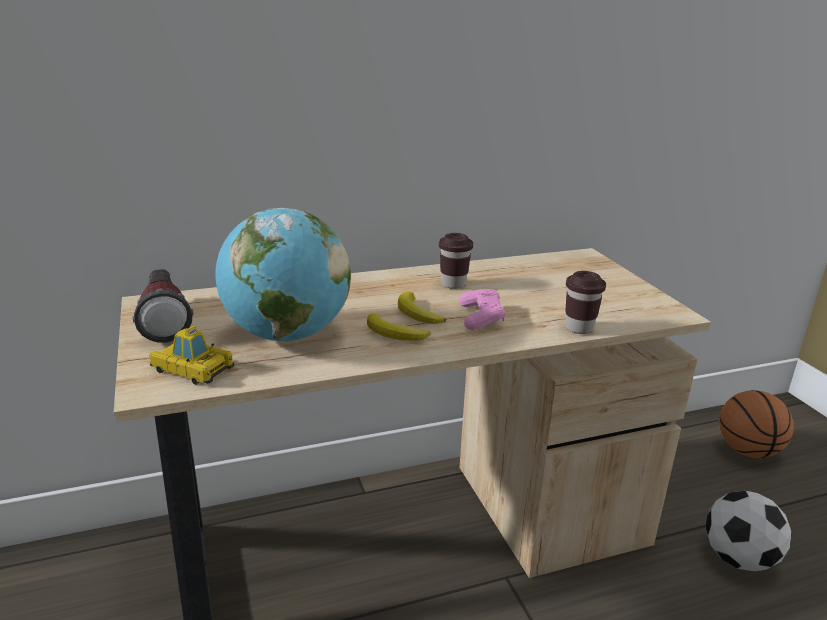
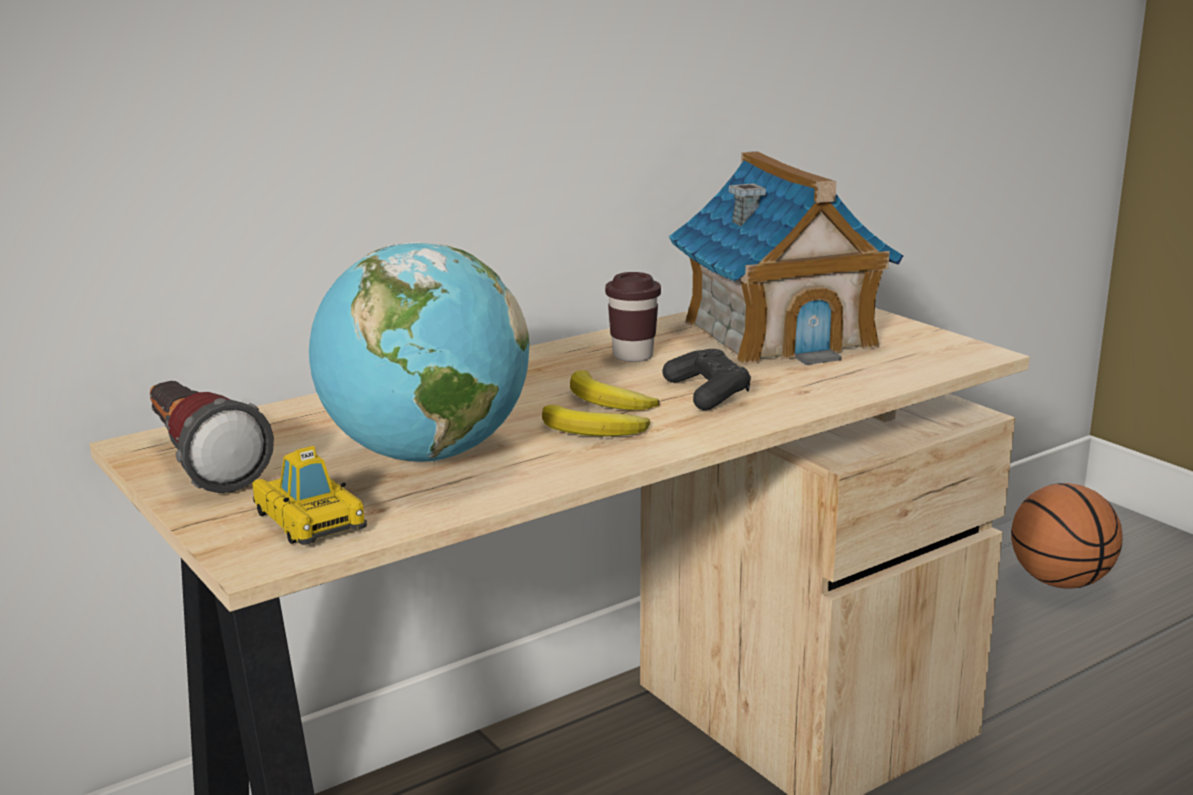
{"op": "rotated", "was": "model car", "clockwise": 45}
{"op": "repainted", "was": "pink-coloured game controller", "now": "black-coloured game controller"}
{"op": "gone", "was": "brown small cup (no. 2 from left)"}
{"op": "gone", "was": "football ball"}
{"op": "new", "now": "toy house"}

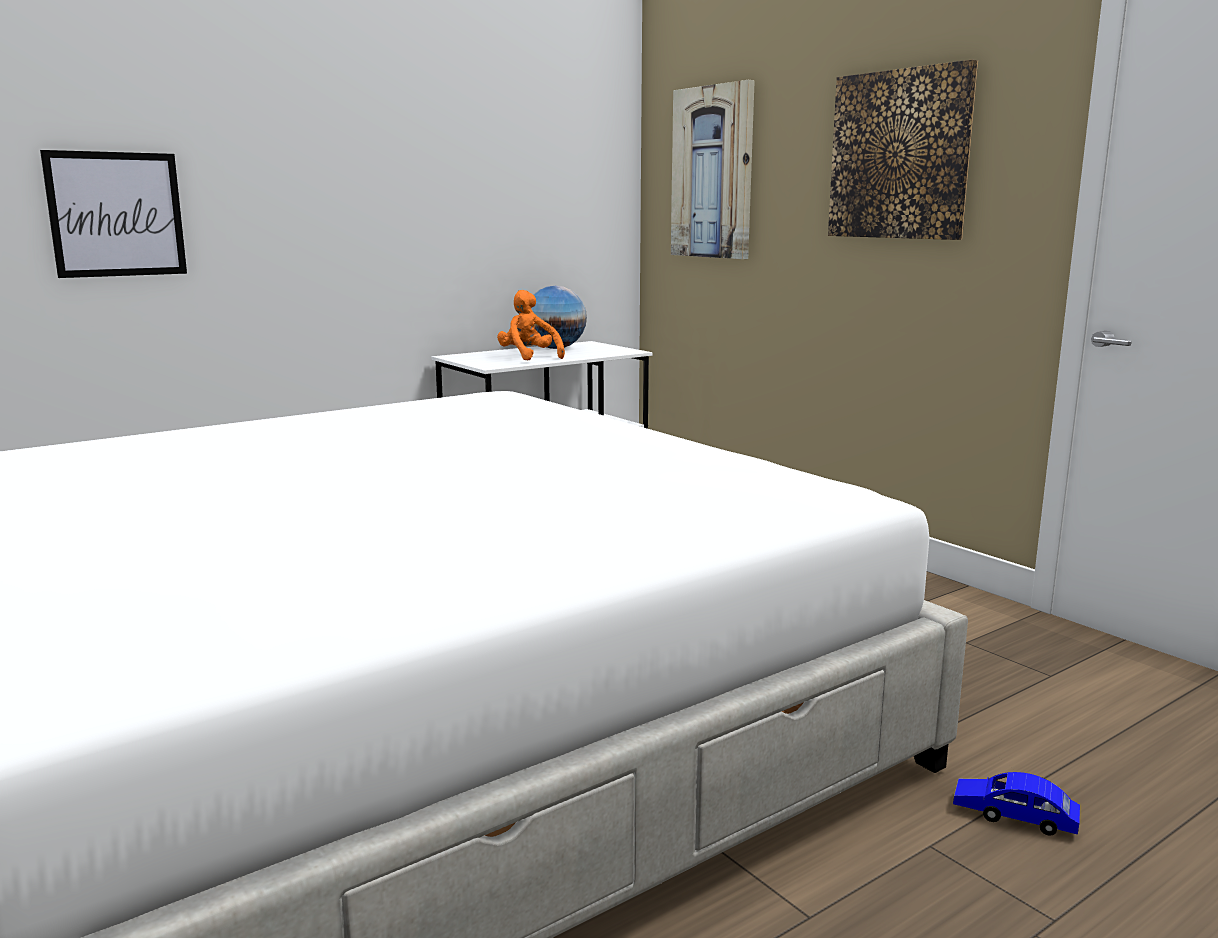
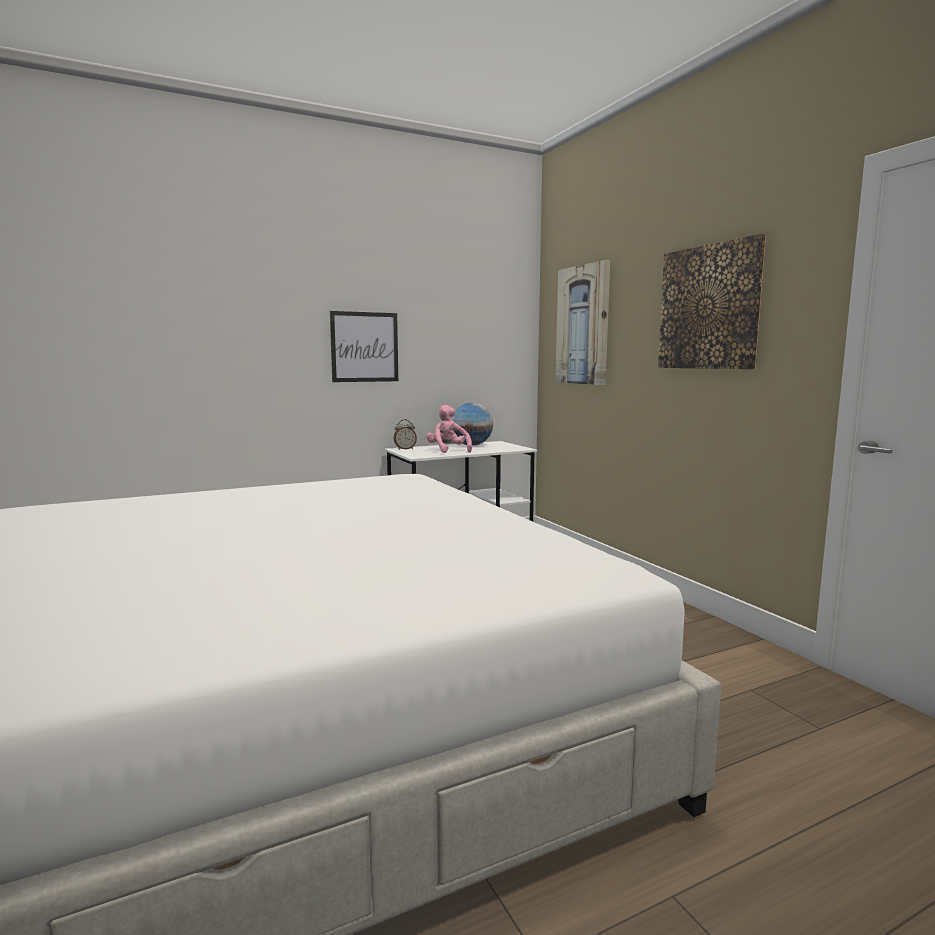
{"op": "shifted", "was": "wall picture (no. 1 from left)"}
{"op": "repainted", "was": "orange cuddly toy", "now": "pink-coloured cuddly toy"}
{"op": "gone", "was": "blue-coloured model car"}
{"op": "new", "now": "bedside clock"}

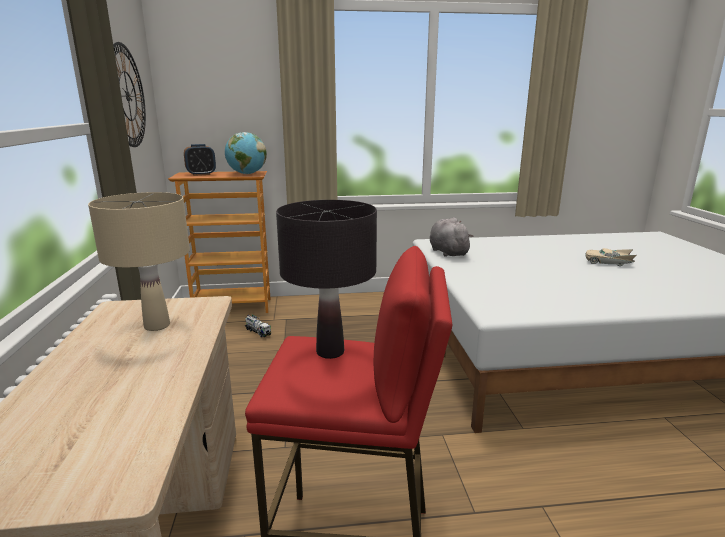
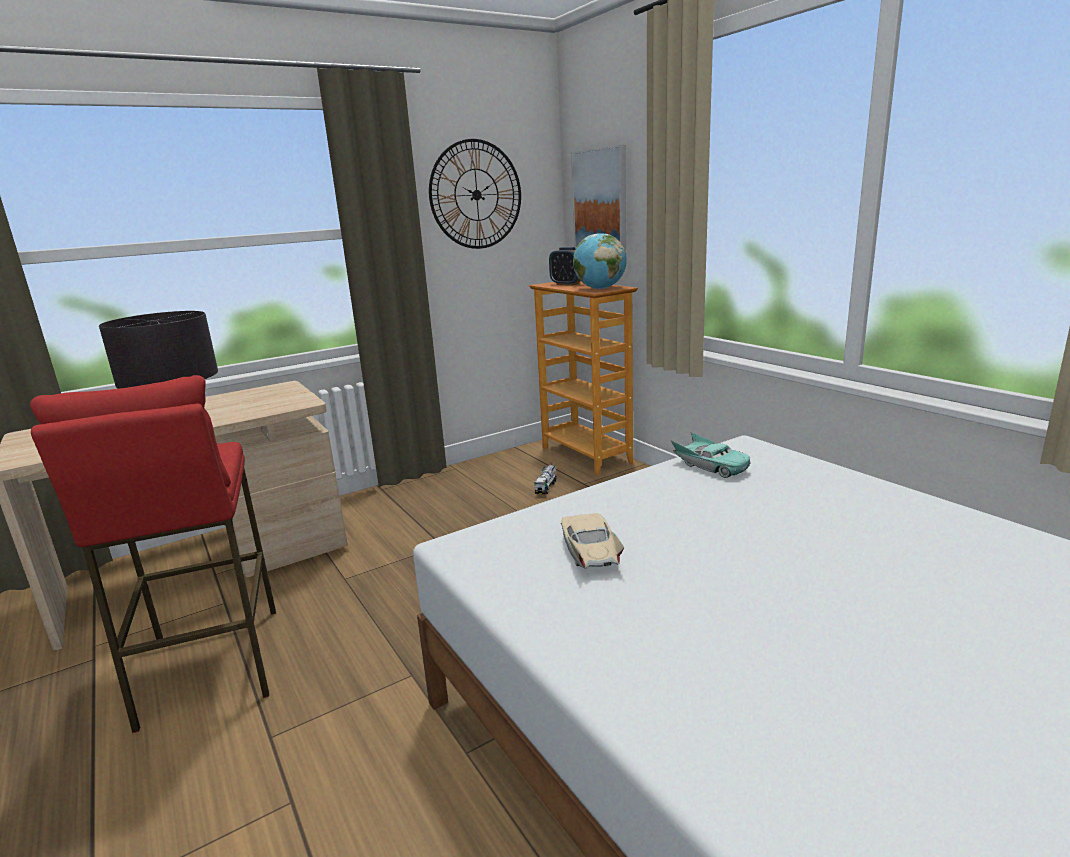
{"op": "gone", "was": "beige-coloured lamp for a table"}
{"op": "swapped", "was": "gray cuddly toy", "now": "turquoise-coloured model car"}
{"op": "shifted", "was": "beige-coloured model car"}
{"op": "new", "now": "wall picture"}

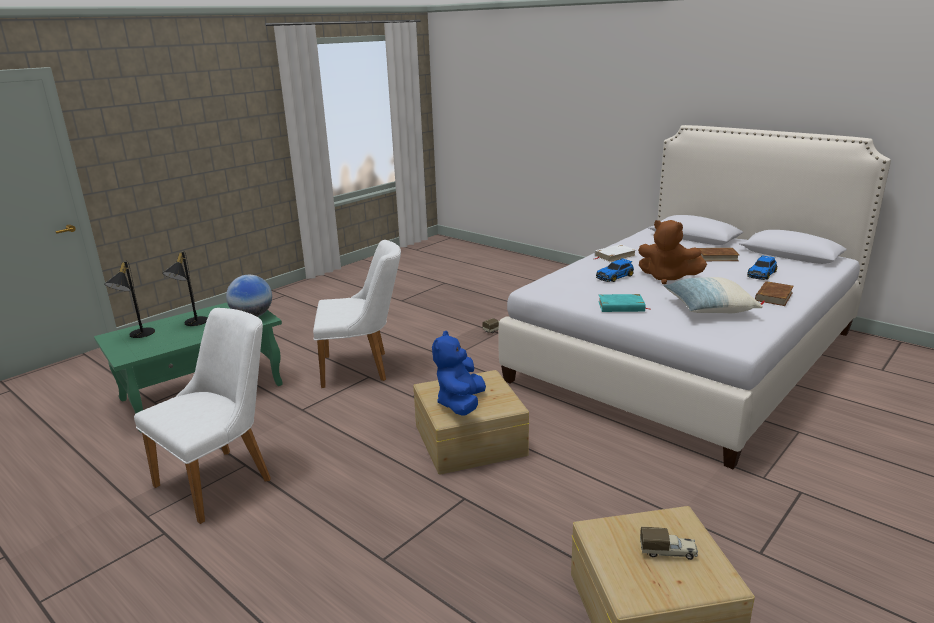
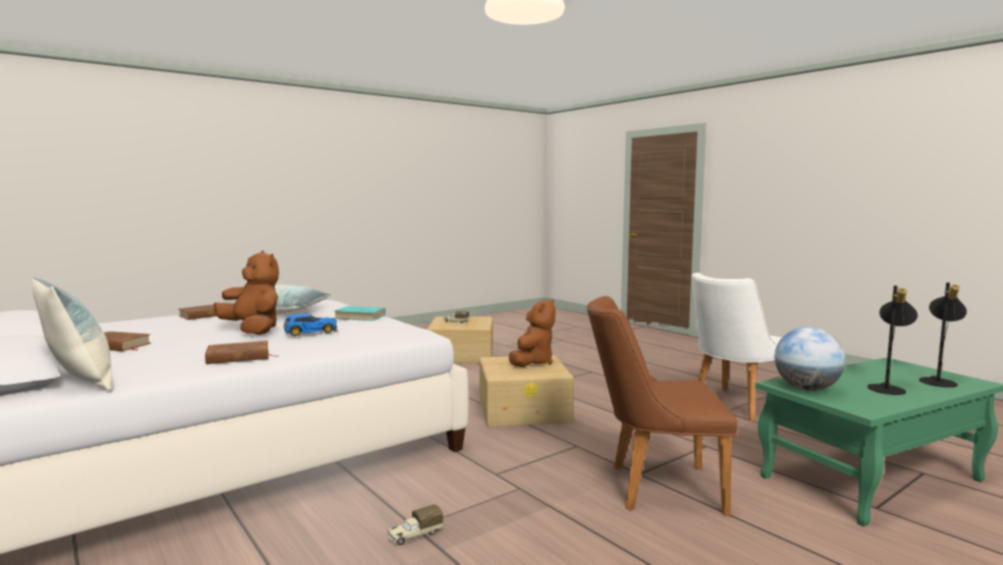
{"op": "repainted", "was": "white chair (no. 2 from left)", "now": "brown chair"}
{"op": "repainted", "was": "blue-coloured cuddly toy", "now": "brown cuddly toy (no. 2 from left)"}
{"op": "repainted", "was": "white volume", "now": "brown volume (no. 3 from left)"}
{"op": "gone", "was": "model car (no. 2 from left)"}
{"op": "new", "now": "throw pillow (no. 1 from left)"}

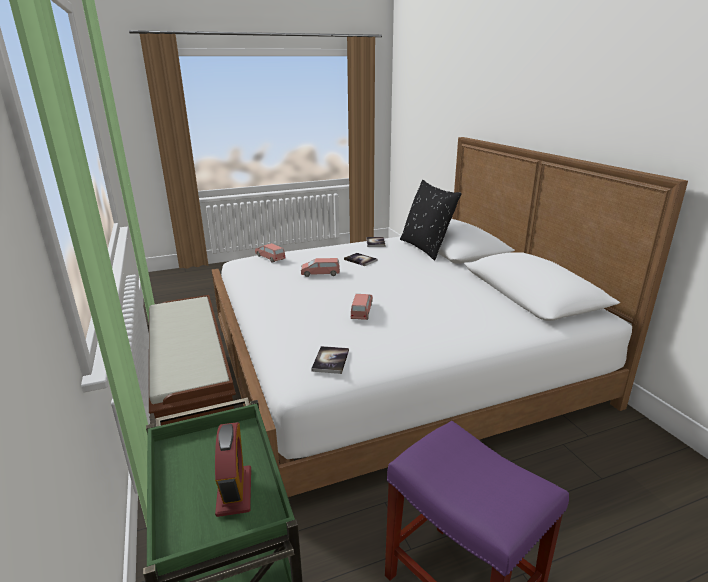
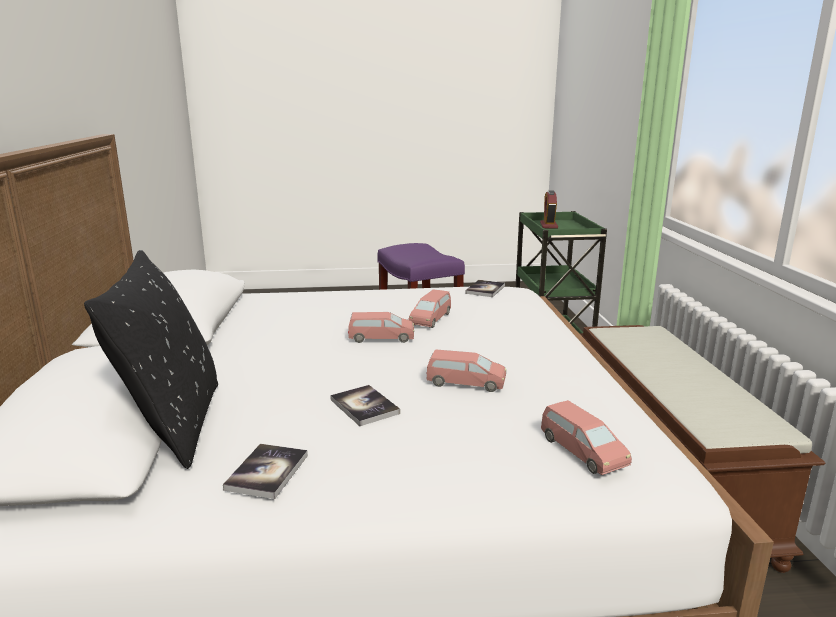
{"op": "new", "now": "pink-coloured model car (no. 1 from left)"}

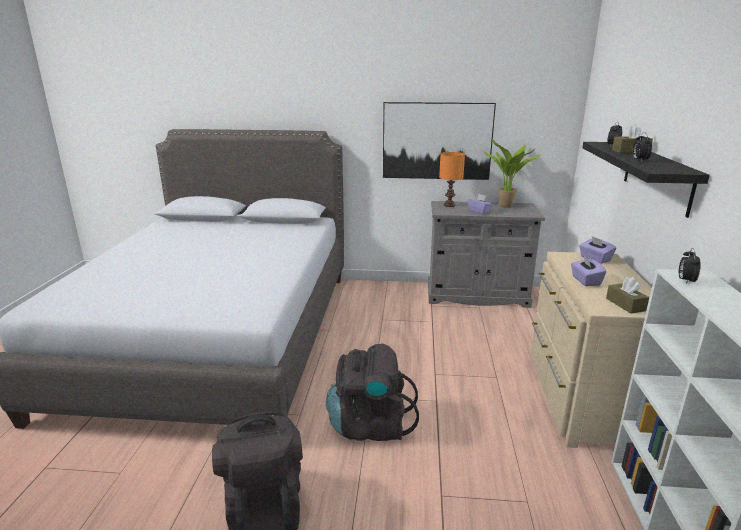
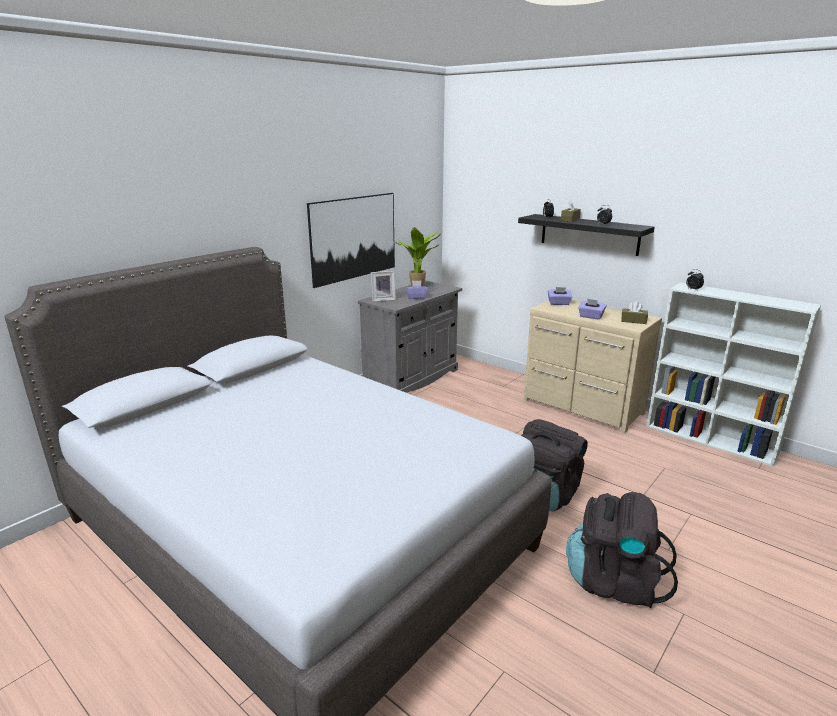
{"op": "swapped", "was": "orange lamp for a table", "now": "picture frame"}

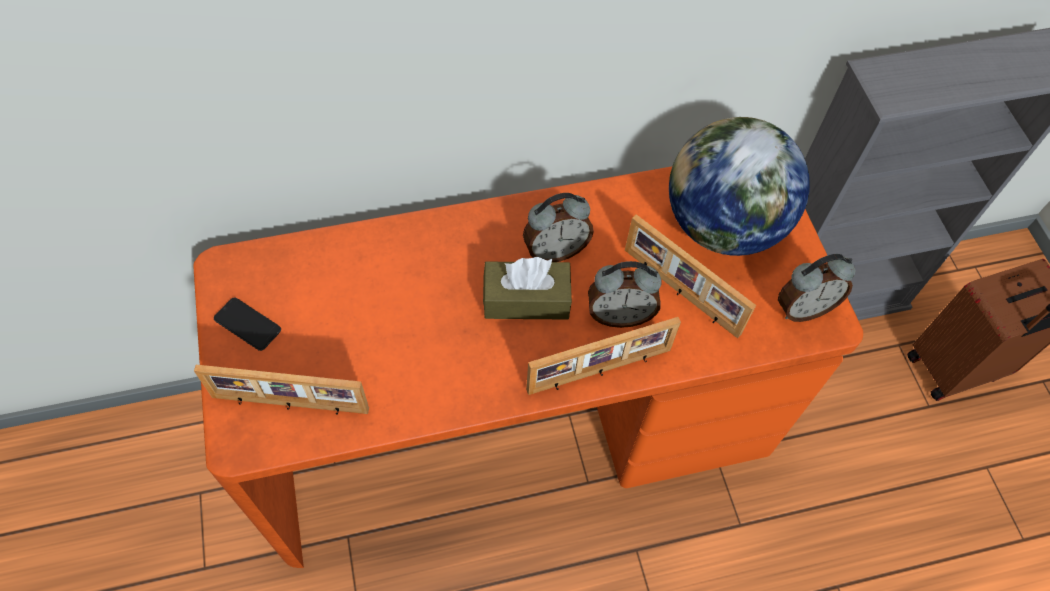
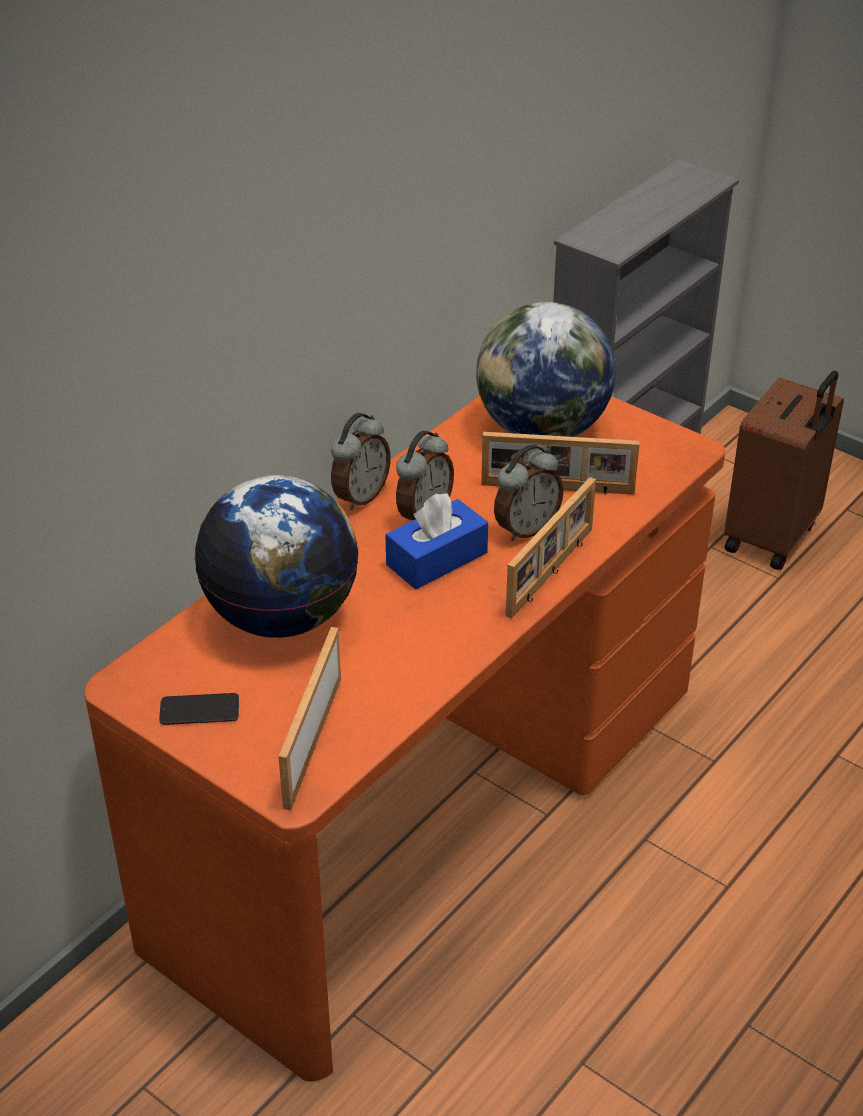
{"op": "rotated", "was": "picture frame (no. 1 from left)", "clockwise": 135}
{"op": "repainted", "was": "brown box of tissues", "now": "blue-coloured box of tissues"}
{"op": "shifted", "was": "bedside clock (no. 3 from left in the first image)", "now": "bedside clock (no. 1 from left)"}
{"op": "new", "now": "world globe (no. 1 from left)"}

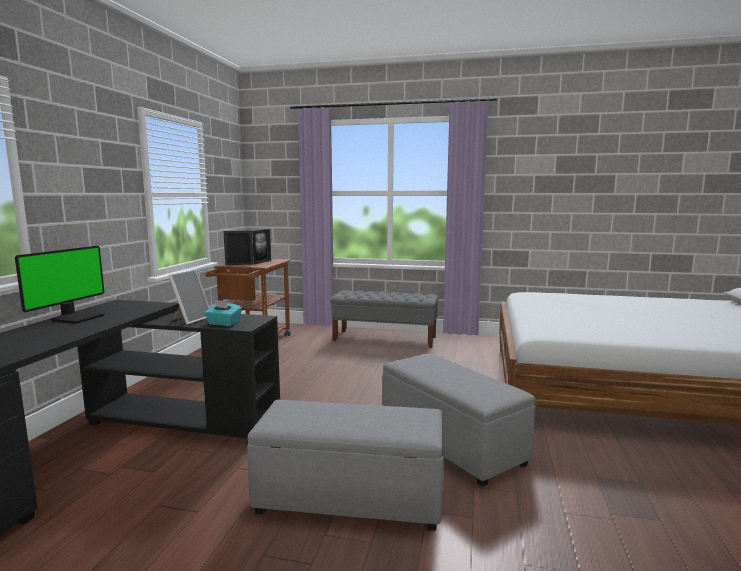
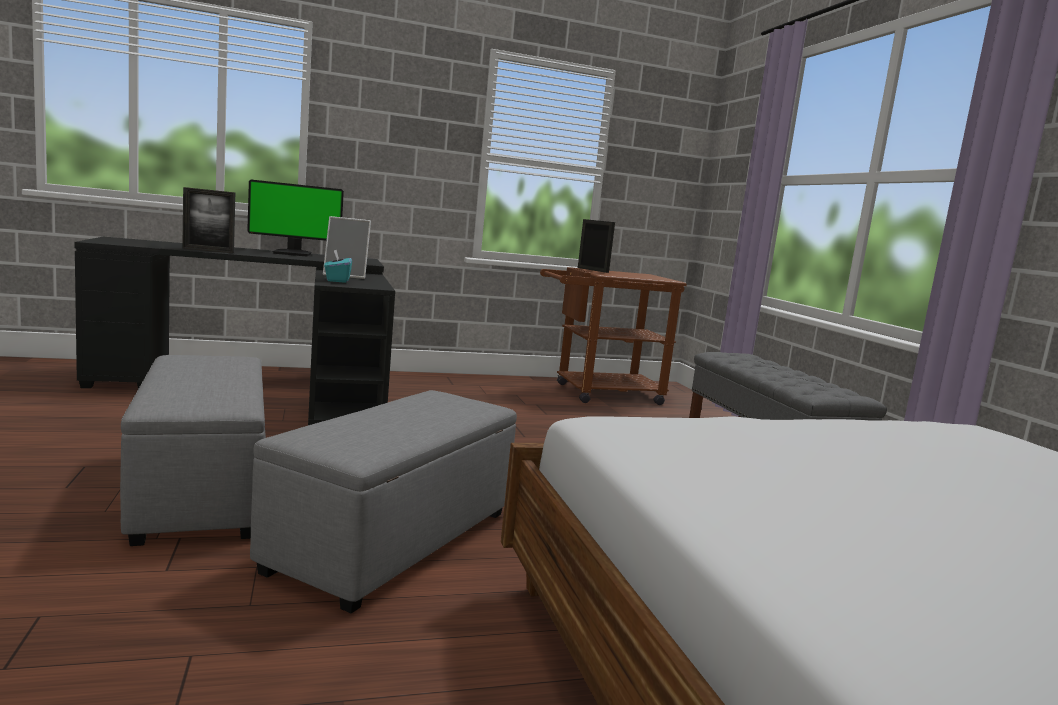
{"op": "shifted", "was": "picture frame (no. 3 from left in the first image)", "now": "picture frame (no. 1 from left)"}

